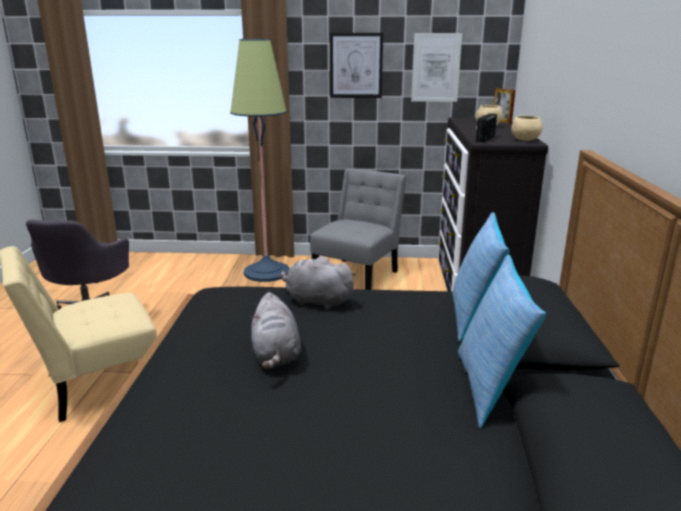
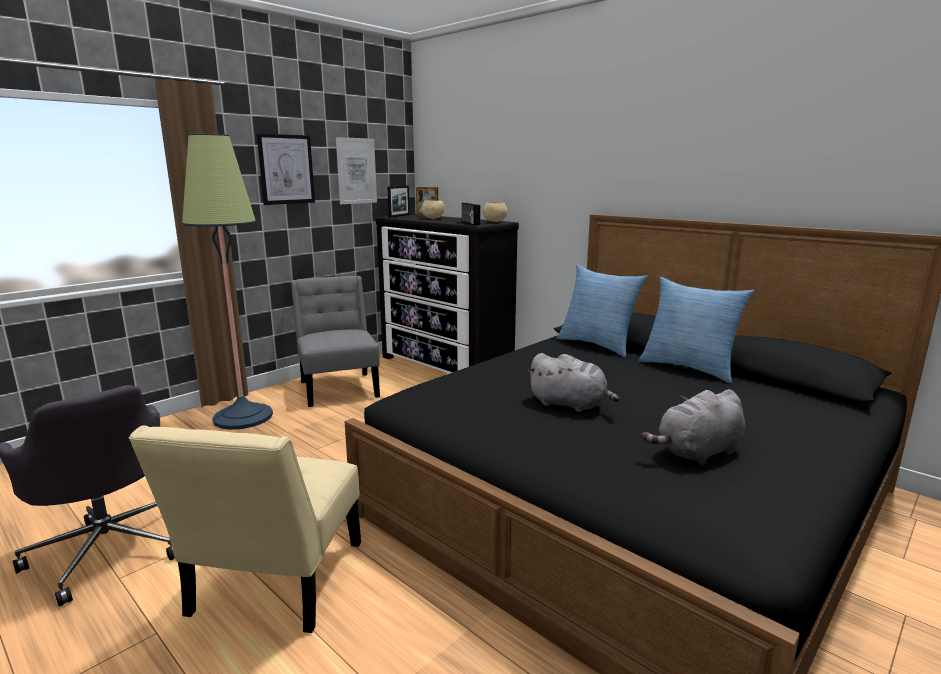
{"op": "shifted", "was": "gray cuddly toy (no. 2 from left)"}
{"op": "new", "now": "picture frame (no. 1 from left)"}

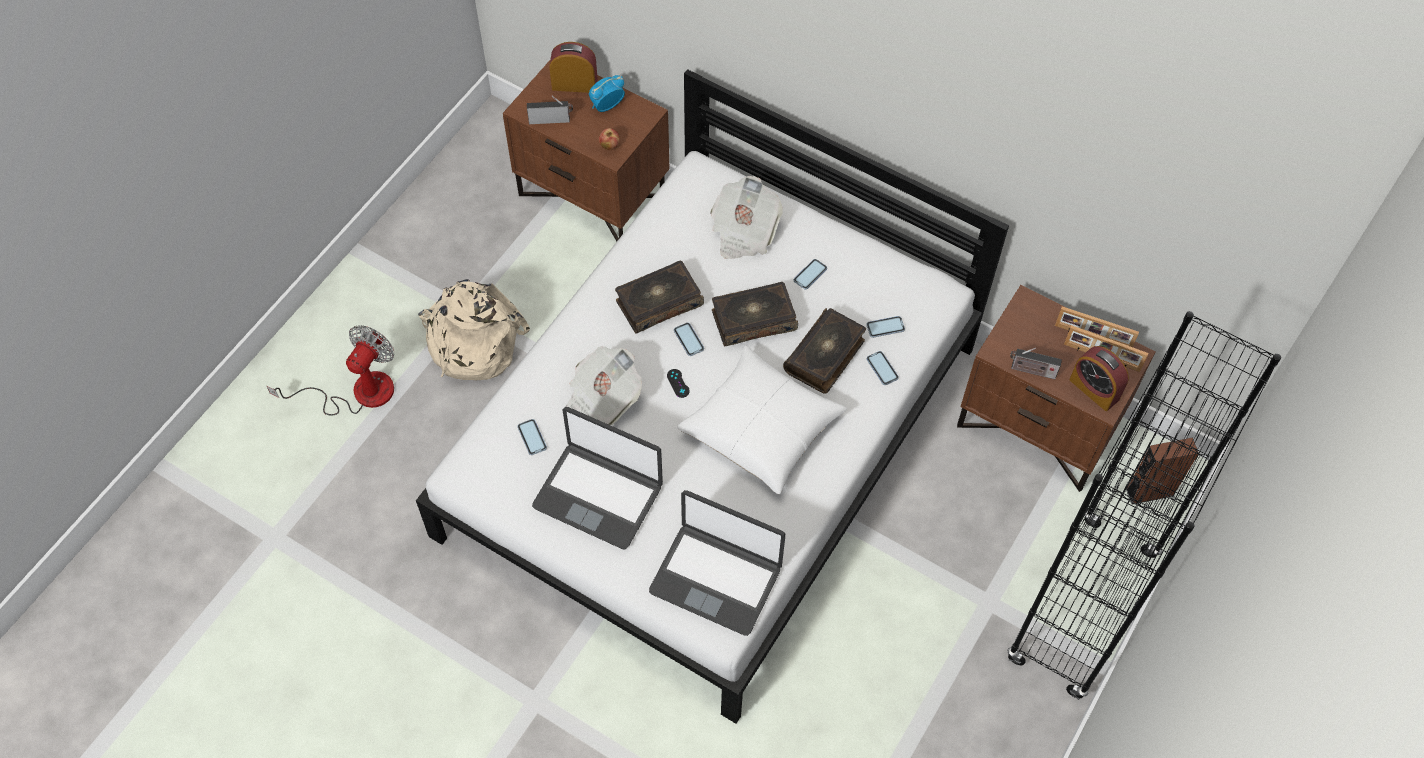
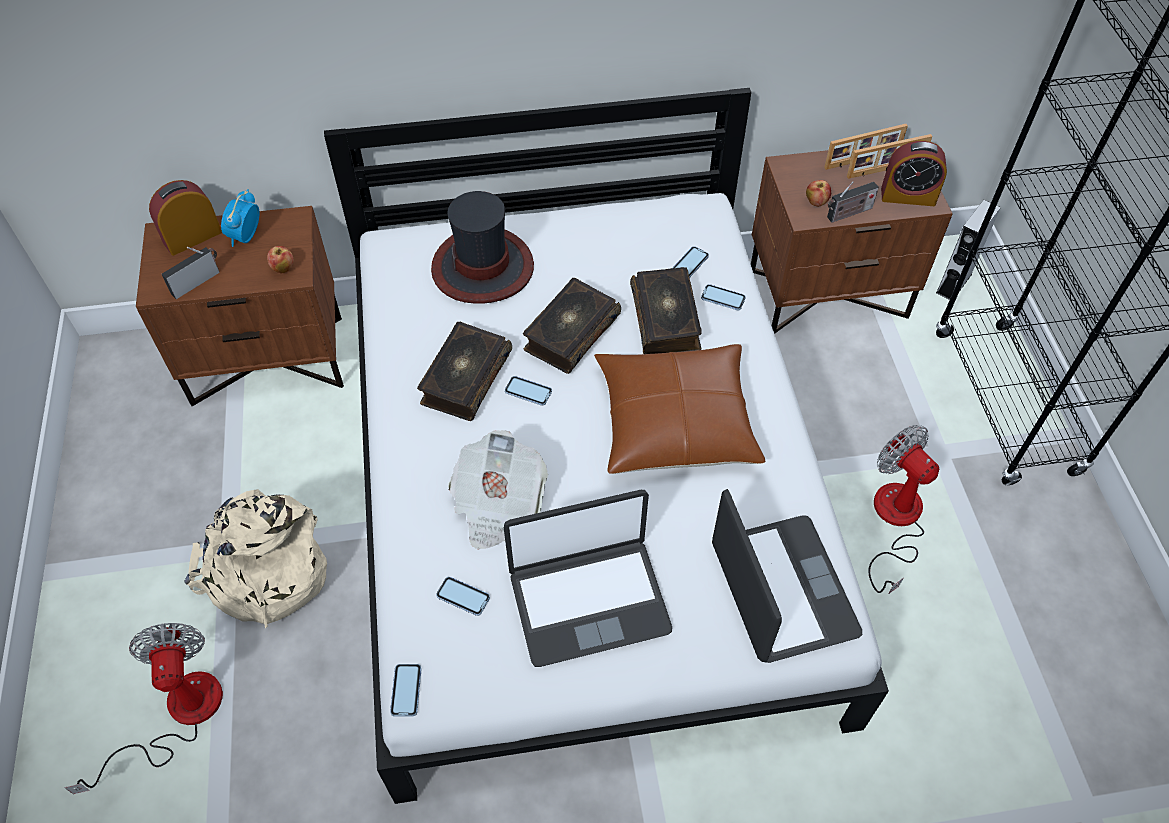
{"op": "rotated", "was": "notebook computer (no. 2 from left)", "clockwise": -90}
{"op": "gone", "was": "black-coloured game controller"}
{"op": "repainted", "was": "white throw pillow", "now": "brown throw pillow"}
{"op": "swapped", "was": "newspaper (no. 2 from left)", "now": "wearable hat"}
{"op": "shifted", "was": "telephone (no. 3 from left in the first image)", "now": "telephone (no. 1 from left)"}
{"op": "repainted", "was": "brown speaker", "now": "gray speaker"}
{"op": "new", "now": "apple fruit (no. 2 from left)"}
{"op": "new", "now": "fan (no. 2 from left)"}

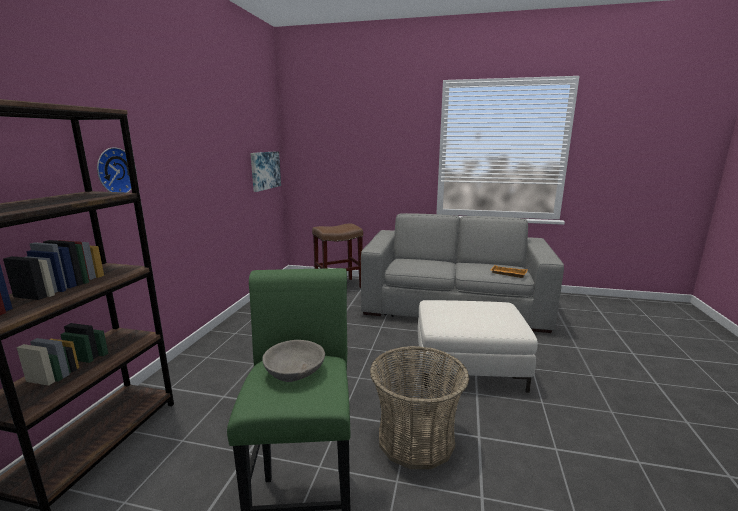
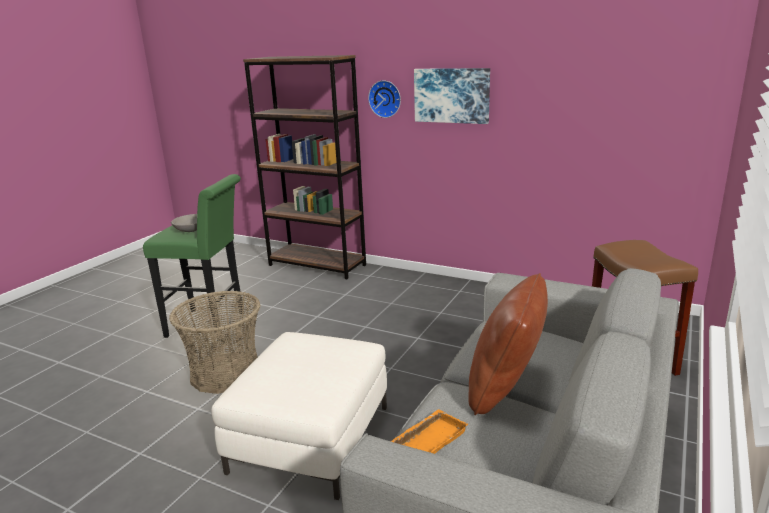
{"op": "shifted", "was": "wall picture"}
{"op": "new", "now": "brown throw pillow"}

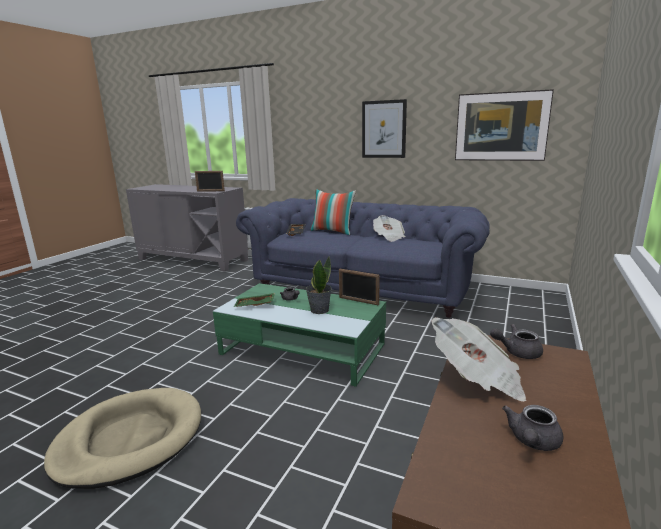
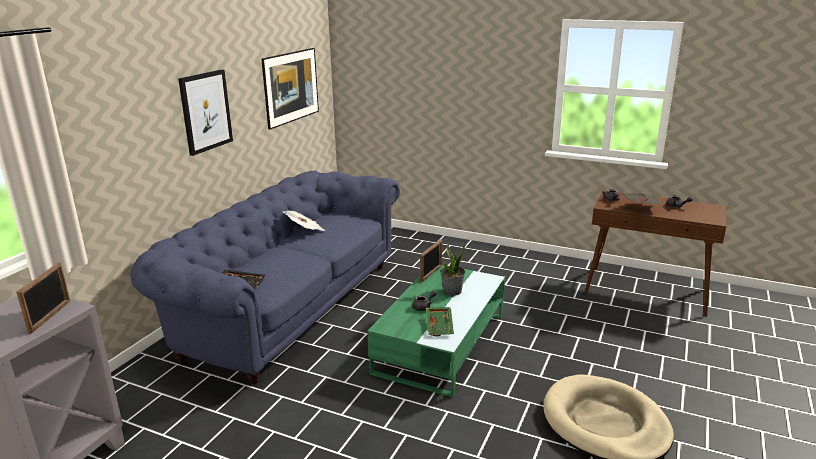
{"op": "gone", "was": "throw pillow"}

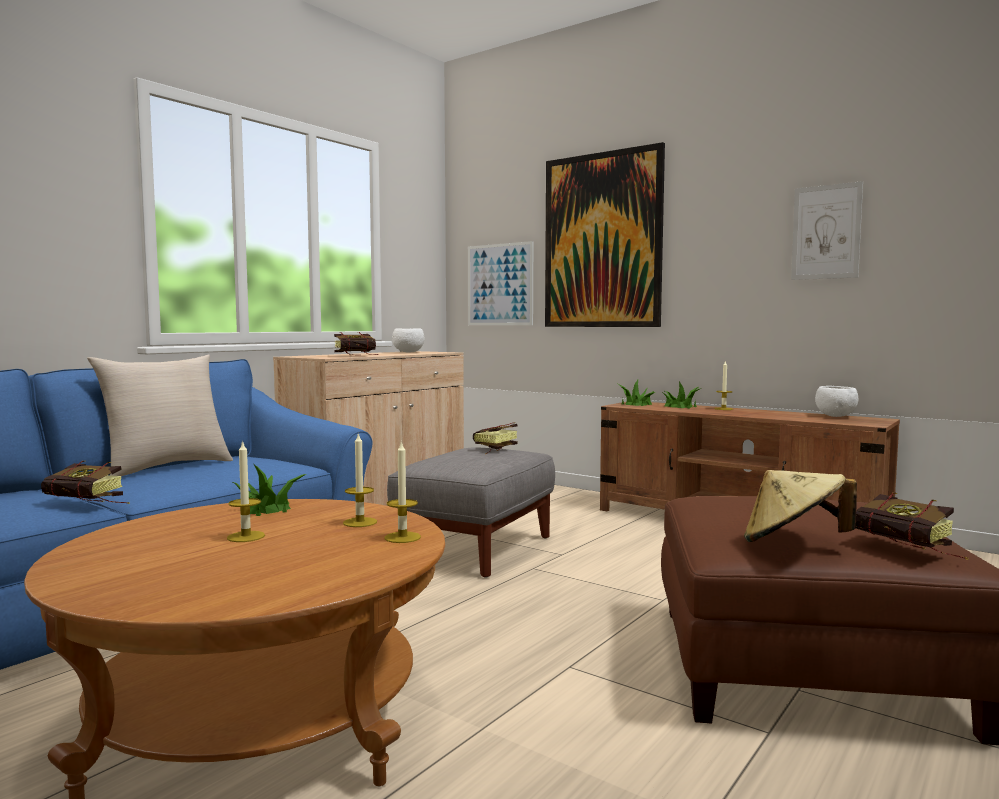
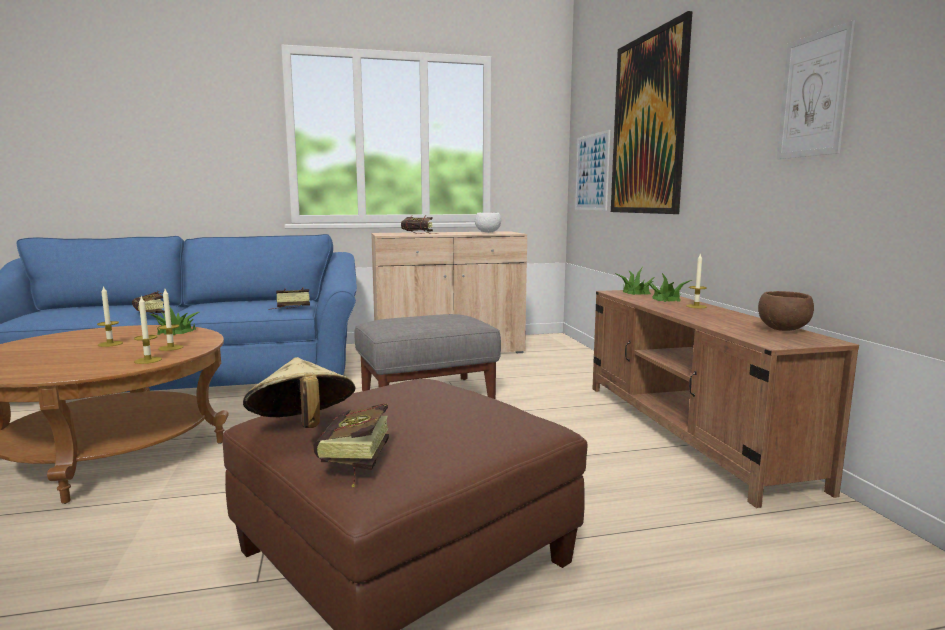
{"op": "gone", "was": "beige-coloured throw pillow"}
{"op": "shifted", "was": "volume (no. 3 from left in the first image)", "now": "volume (no. 2 from left)"}
{"op": "repainted", "was": "white deep dish (no. 2 from left)", "now": "brown deep dish"}

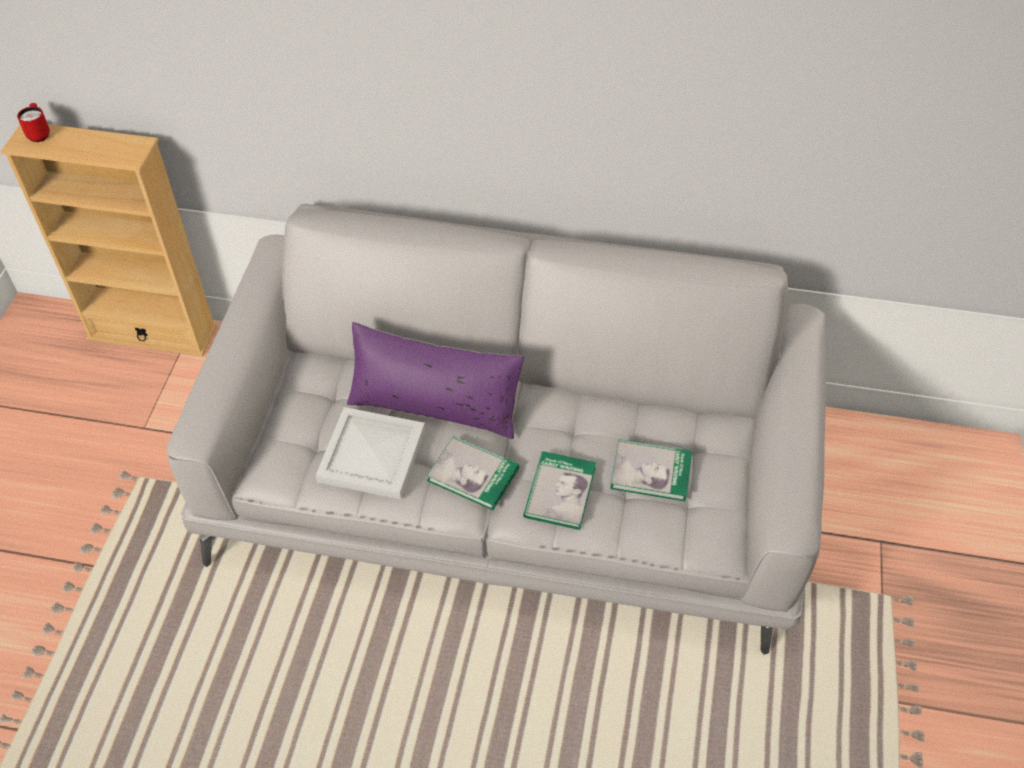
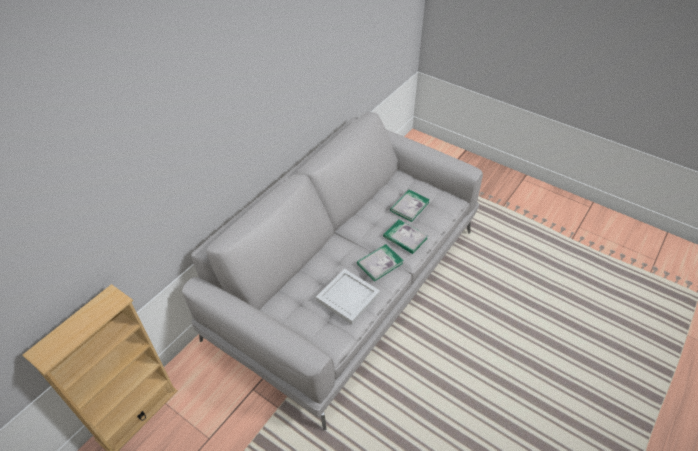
{"op": "gone", "was": "reddish mug"}
{"op": "gone", "was": "purple-coloured throw pillow"}

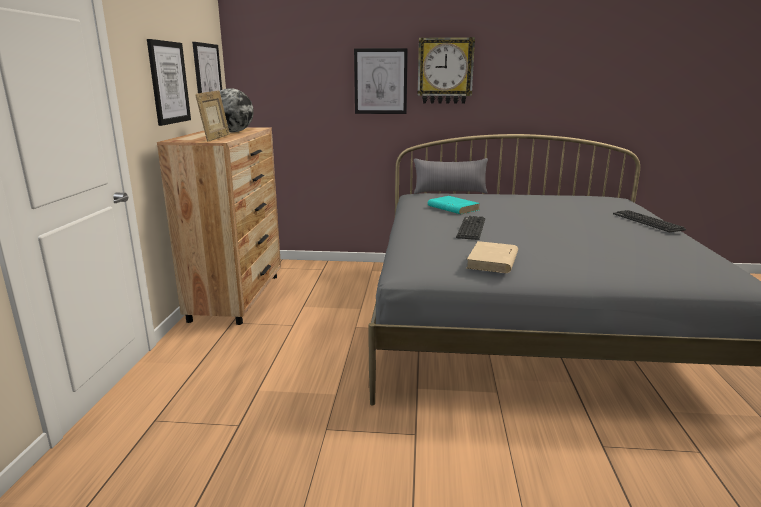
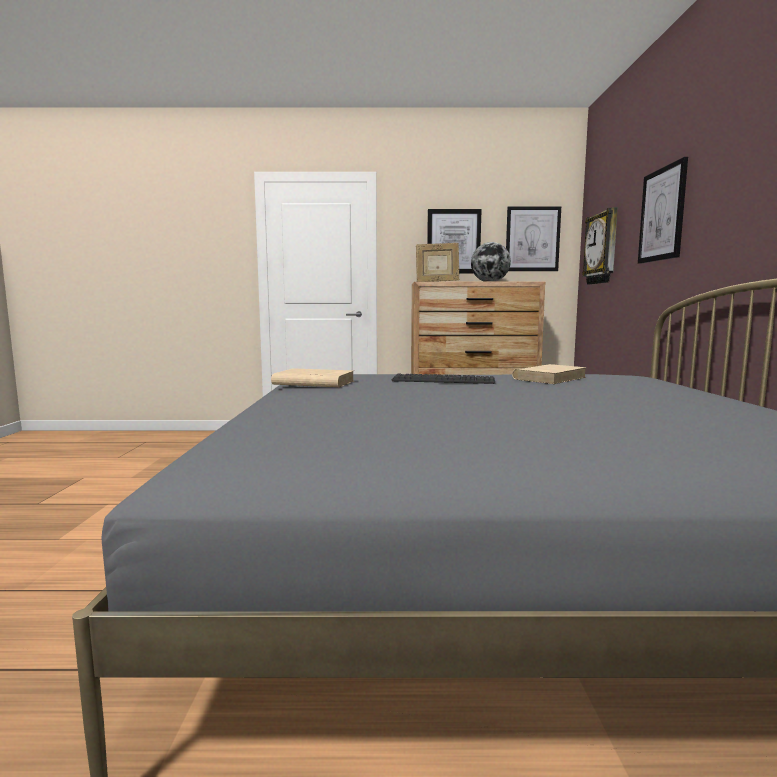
{"op": "gone", "was": "gray throw pillow"}
{"op": "shifted", "was": "hanging clock"}
{"op": "repainted", "was": "turquoise-coloured volume", "now": "beige-coloured volume (no. 2 from left)"}
{"op": "gone", "was": "PC keyboard (no. 2 from left)"}

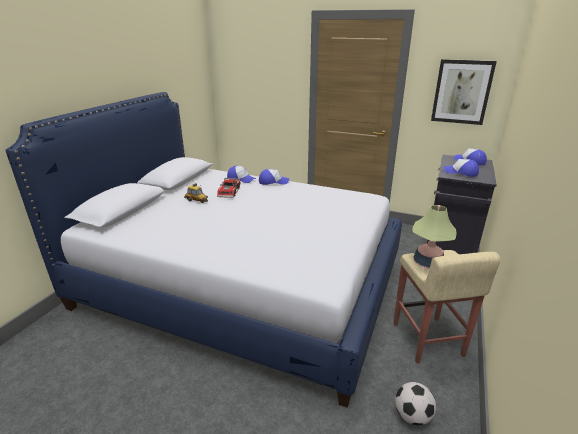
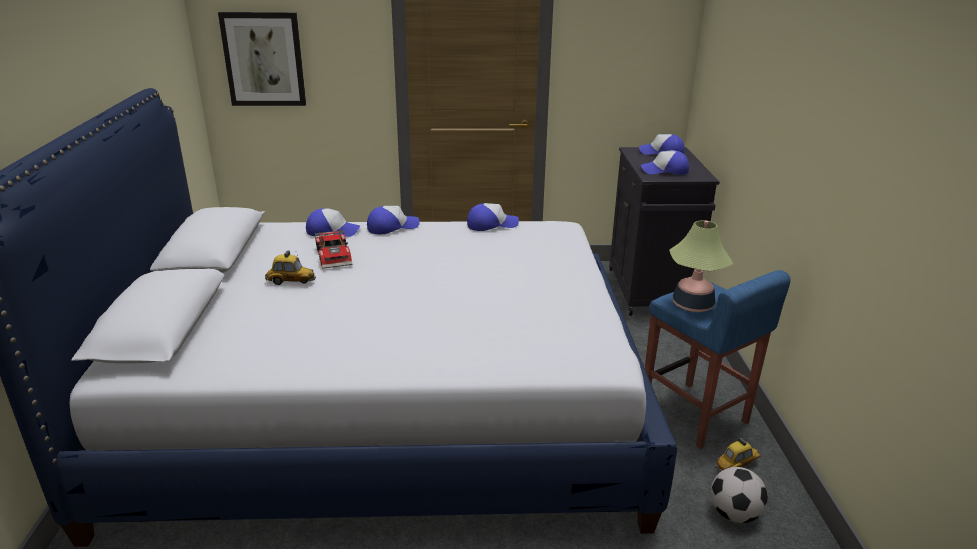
{"op": "repainted", "was": "beige-coloured stool", "now": "blue-coloured stool"}
{"op": "shifted", "was": "wall picture"}
{"op": "new", "now": "peaked cap (no. 3 from left)"}
{"op": "new", "now": "model car (no. 3 from left)"}

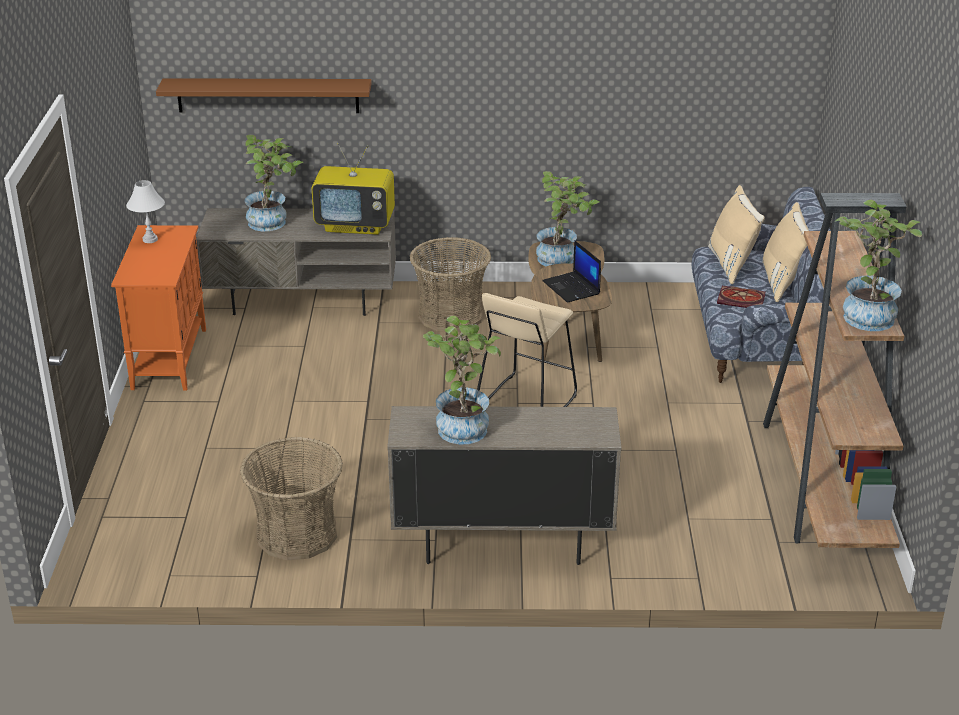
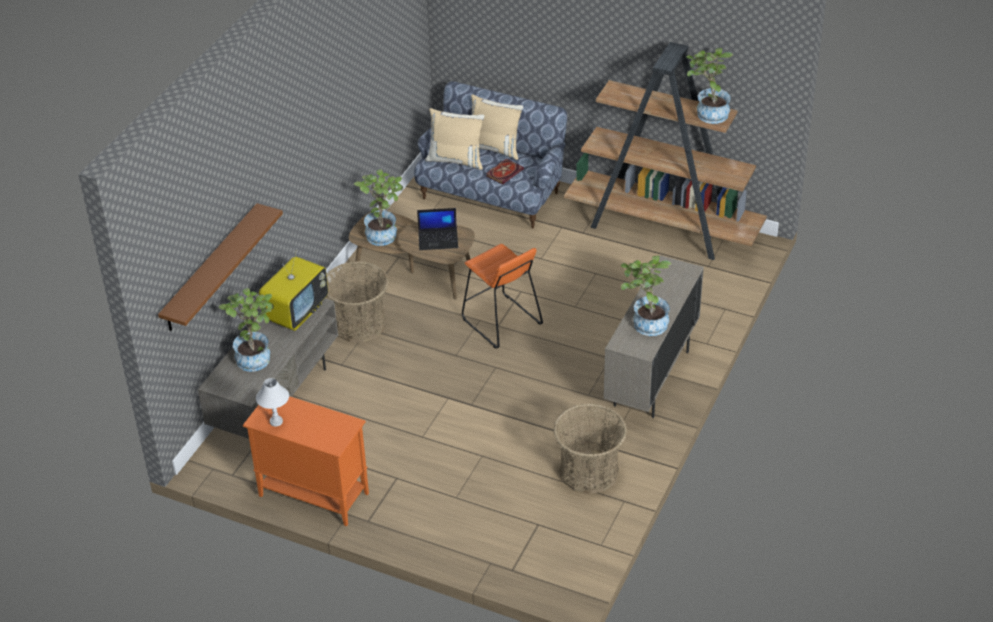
{"op": "repainted", "was": "beige-coloured stool", "now": "orange stool"}

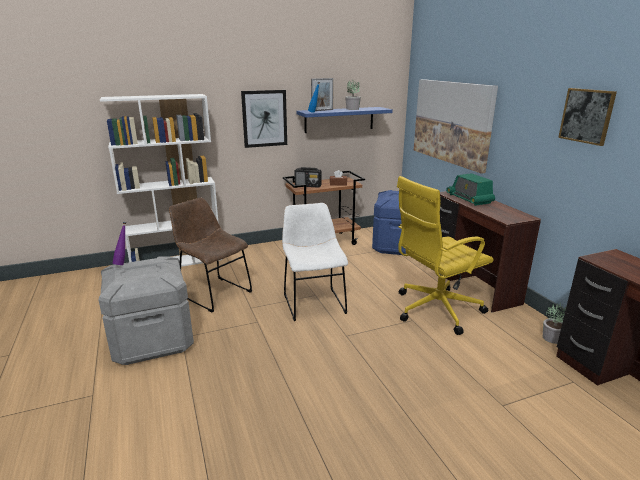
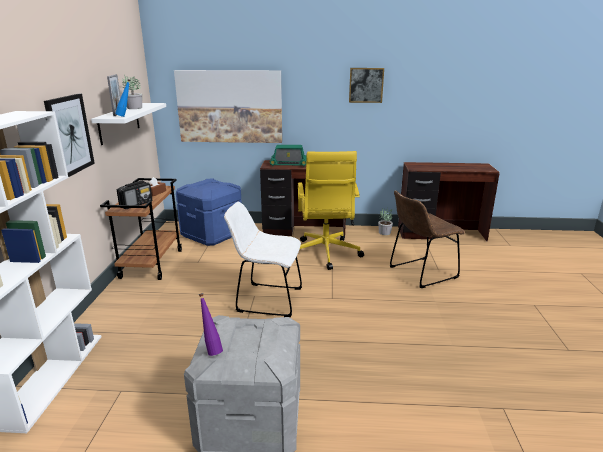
{"op": "shifted", "was": "brown chair"}
{"op": "repainted", "was": "blue-coloured bracket shelf", "now": "white bracket shelf"}

